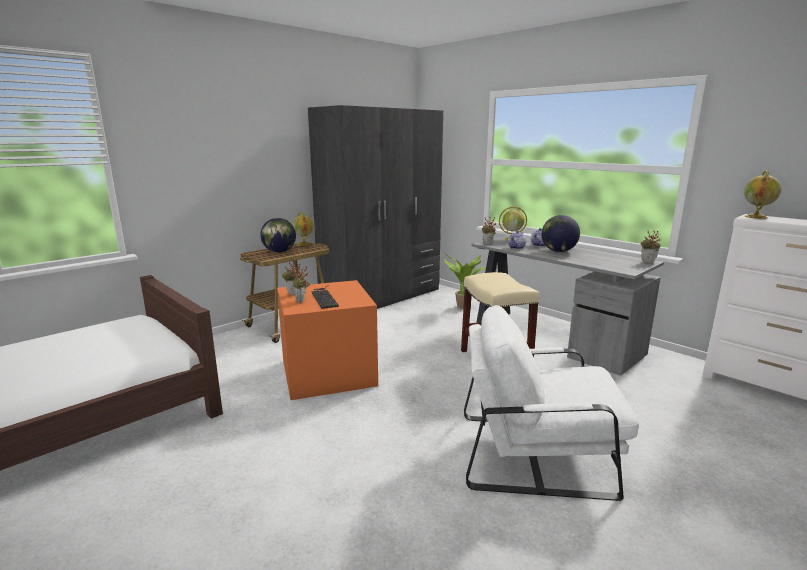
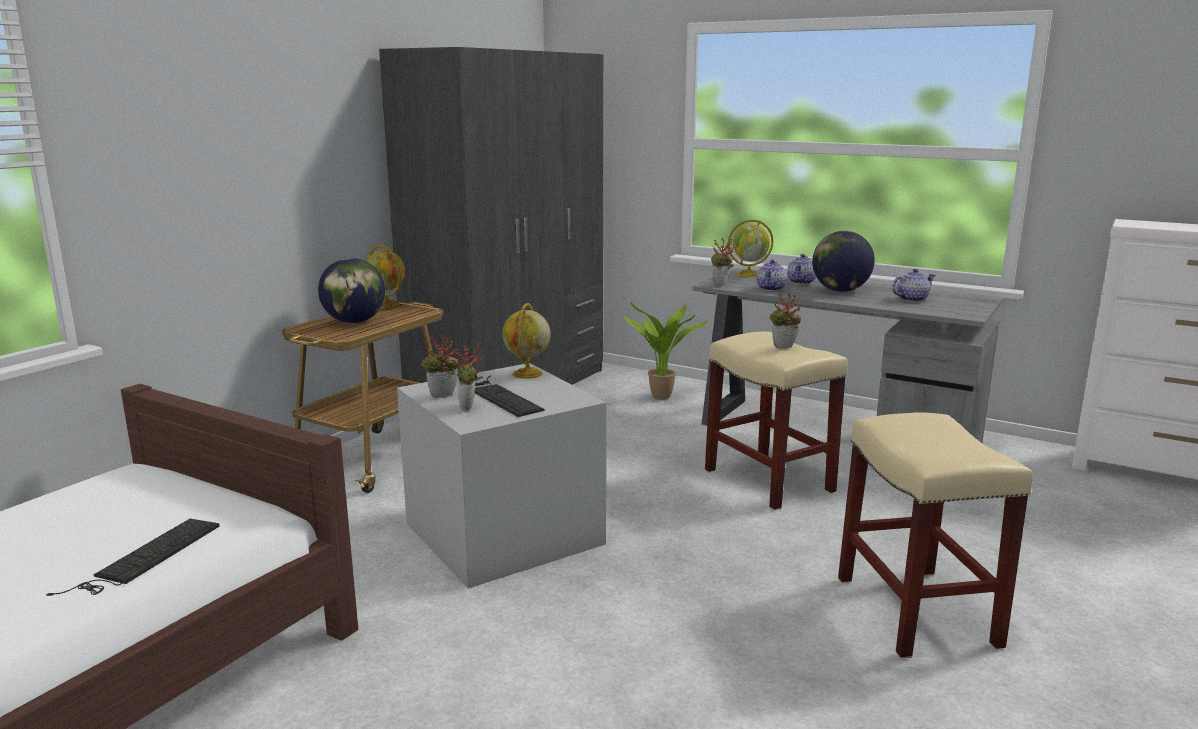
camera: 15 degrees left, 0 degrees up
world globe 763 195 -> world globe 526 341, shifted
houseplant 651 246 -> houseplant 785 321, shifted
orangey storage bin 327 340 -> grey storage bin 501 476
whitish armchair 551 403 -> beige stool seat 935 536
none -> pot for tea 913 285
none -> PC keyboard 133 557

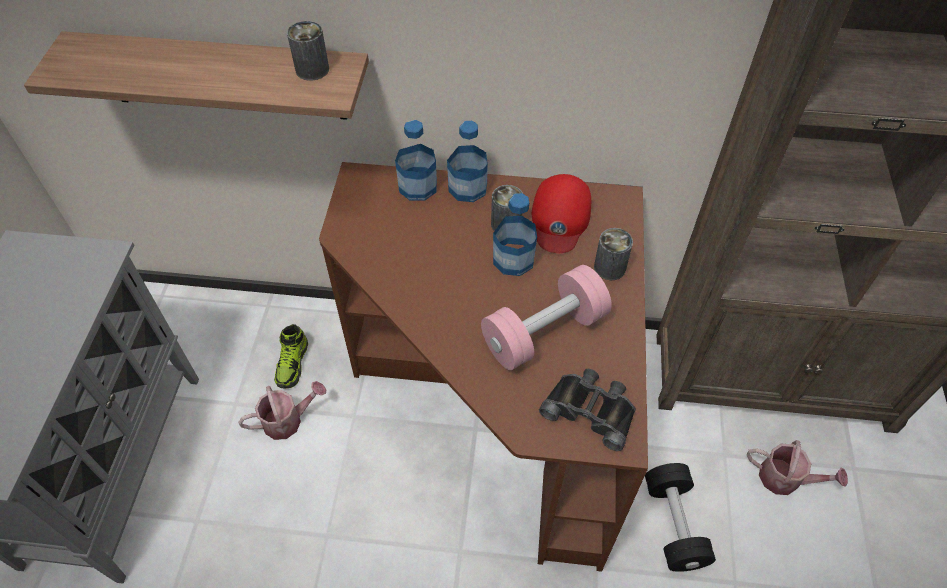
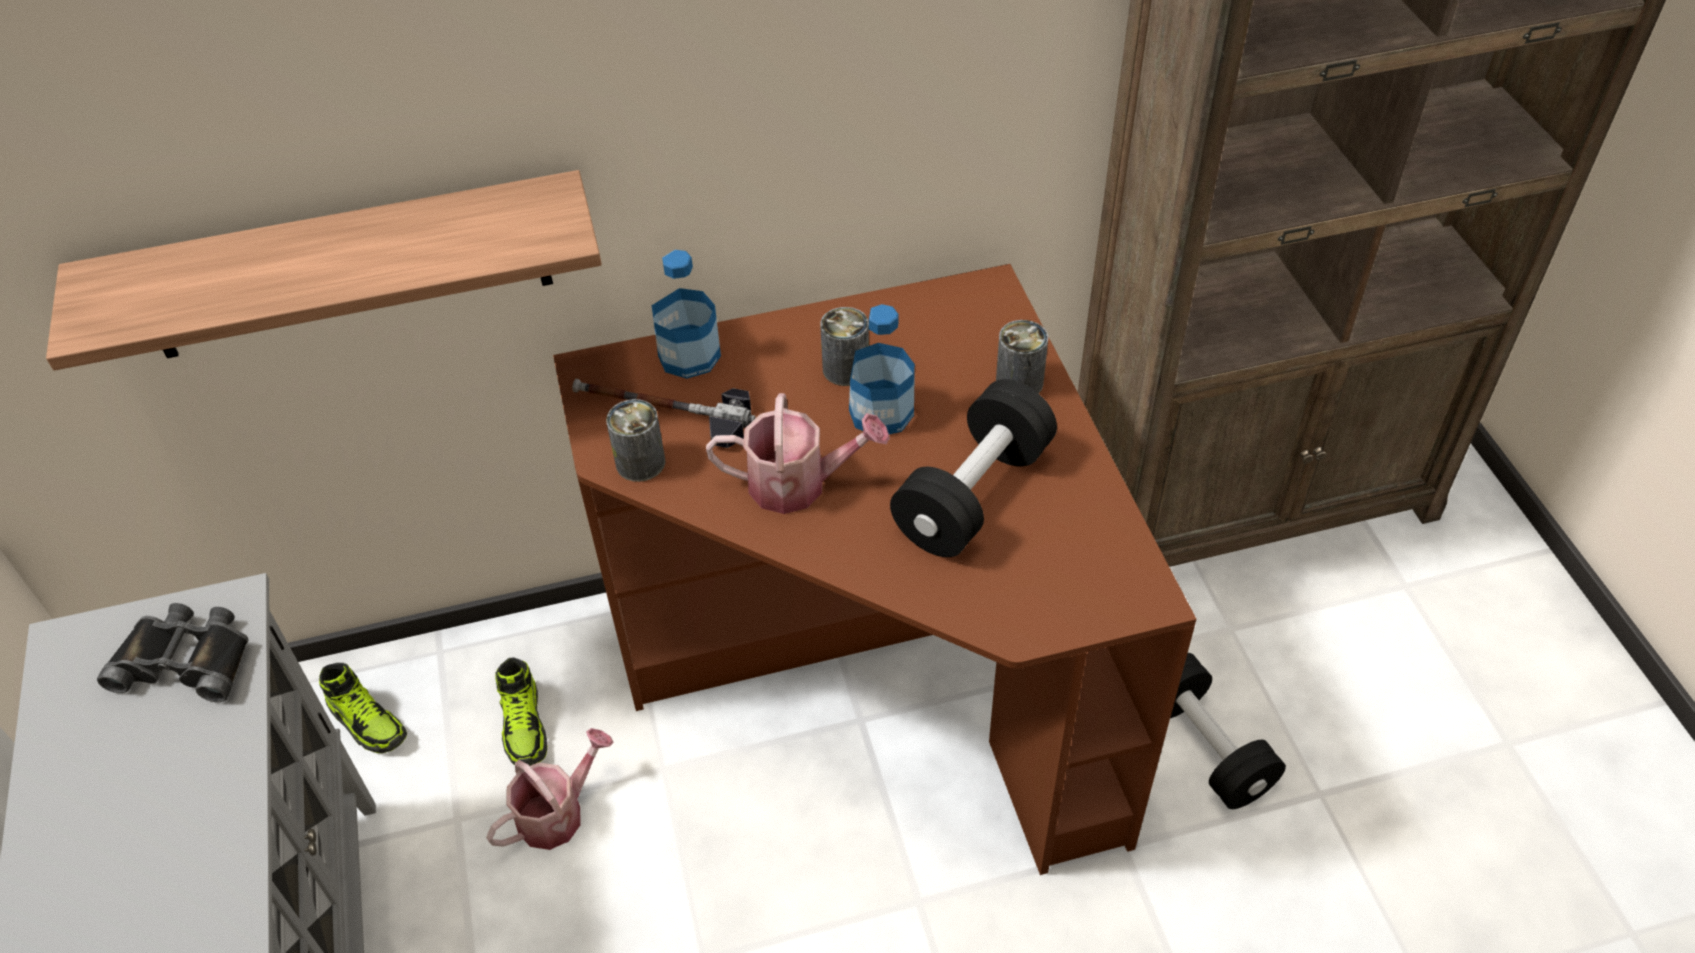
camera: 20 degrees left, 5 degrees down
can 308 51 -> can 635 440, shifted
beverage bottle 467 161 -> none
red baseball cap 561 213 -> none
pinkish hand weight 546 317 -> black-coloured hand weight 973 468
black-coloured pair of binoculars 587 410 -> black-coloured pair of binoculars 173 653, shifted
watering can 797 467 -> watering can 798 453, shifted
none -> hammer 664 413
none -> shoe 363 708

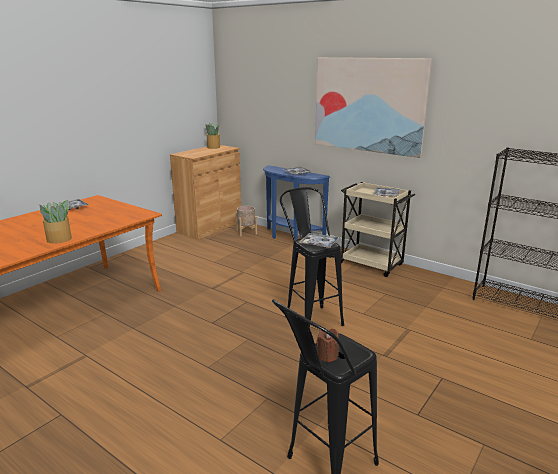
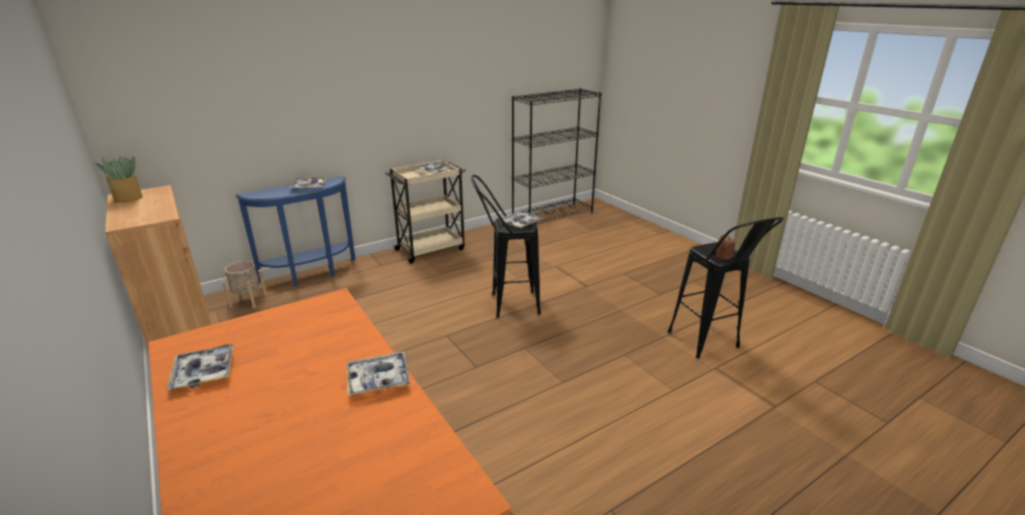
camera: 70 degrees left, 5 degrees up
picture 373 107 -> none
houseplant 55 221 -> serving tray 378 374

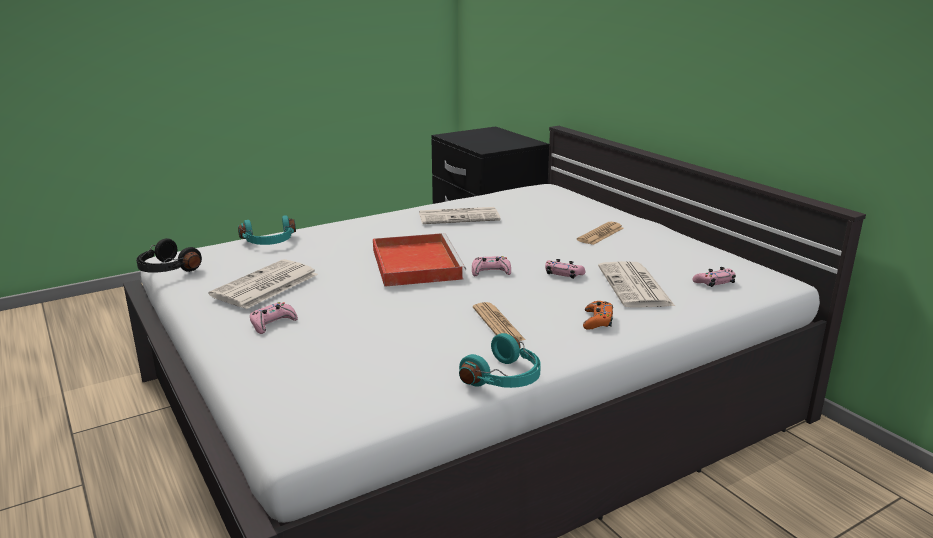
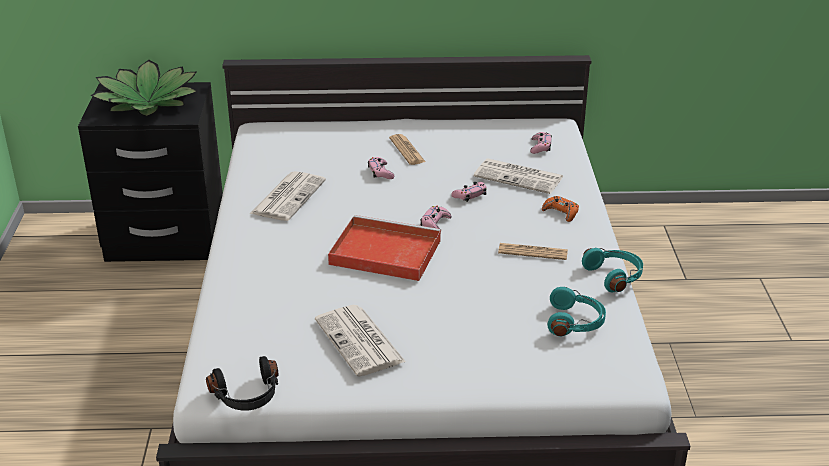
camera: 60 degrees left, 10 degrees up
blue-green headset 267 230 -> blue-green headset 576 311, shifted
pinkish gamepad 274 318 -> pinkish gamepad 381 168, shifted
none -> houseplant 143 88

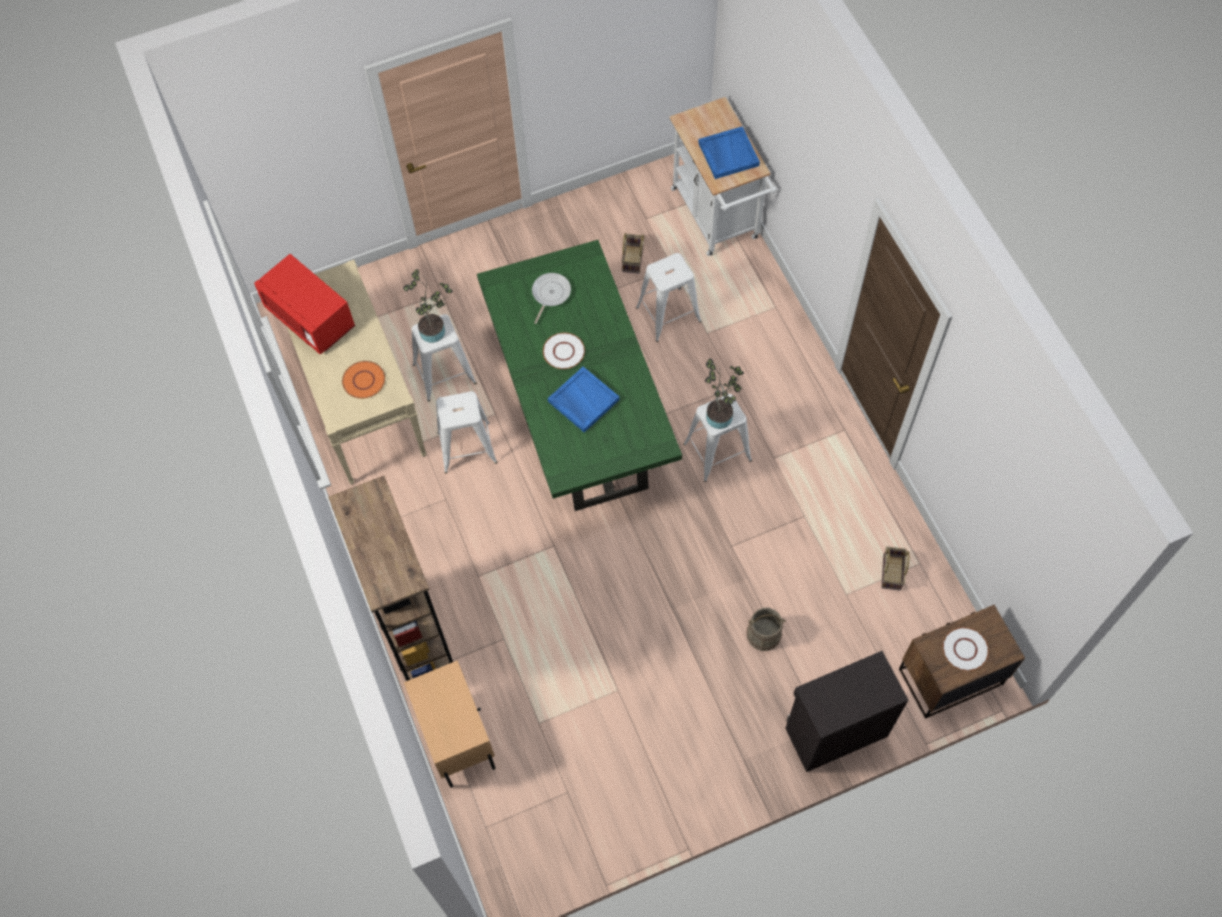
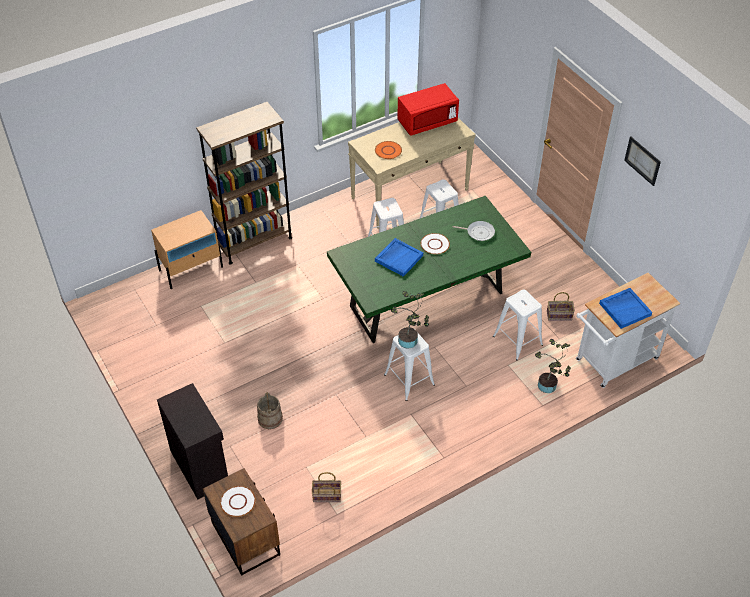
camera: 80 degrees right, 15 degrees down
red kitchen microwave 304 304 -> red kitchen microwave 428 109, 150 degrees counterclockwise
houseplant 428 306 -> houseplant 553 366, shifted
none -> picture 642 161

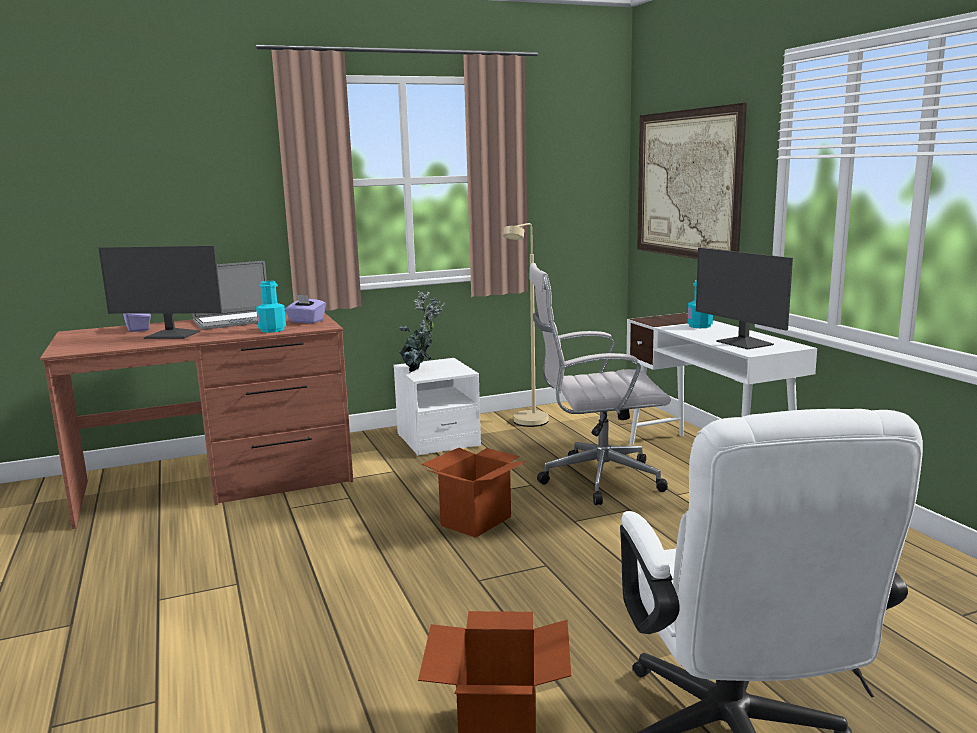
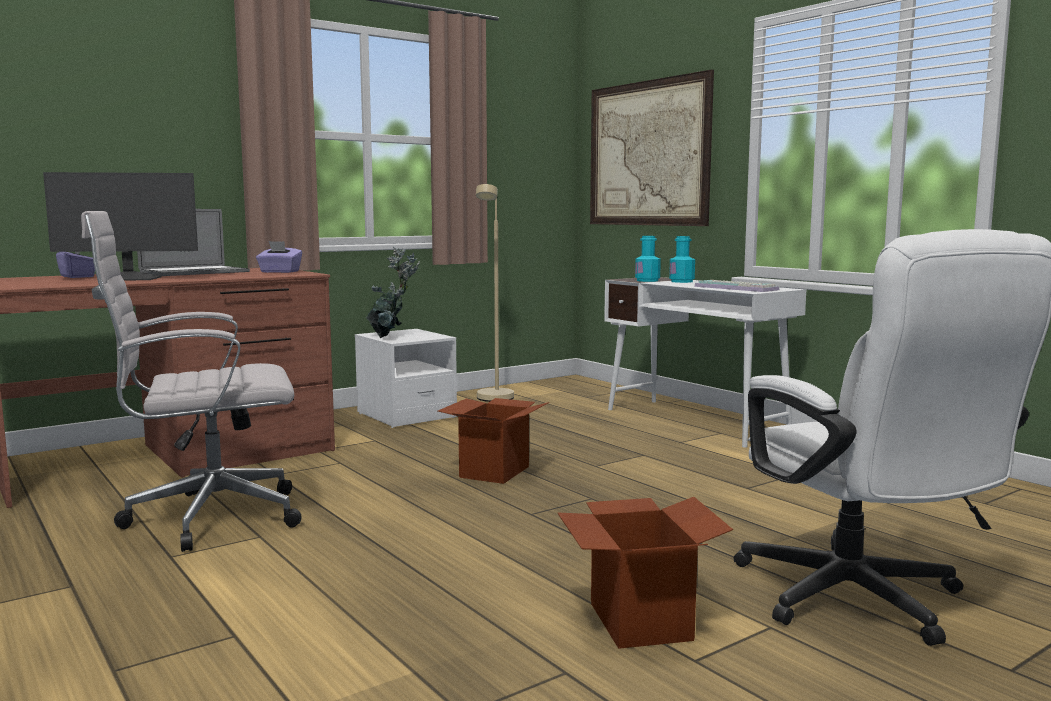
camera: 15 degrees left, 5 degrees down
computer display 744 298 -> PC keyboard 736 286
whitish office chair 600 384 -> whitish office chair 191 381, shifted
blue-green beverage bottle 271 307 -> blue-green beverage bottle 648 259, shifted

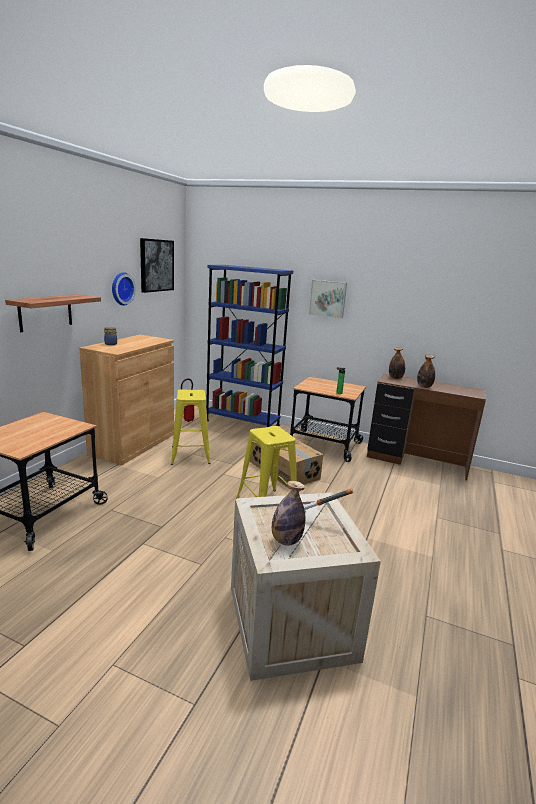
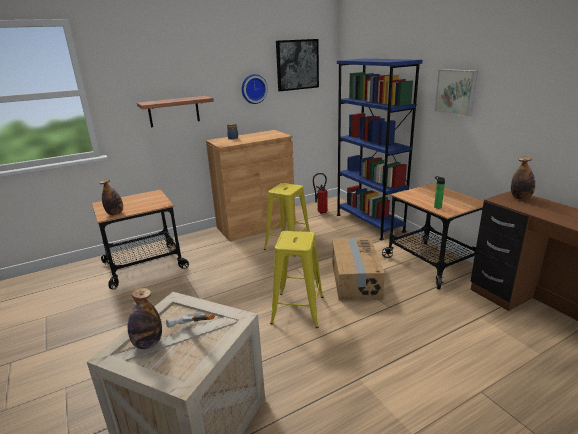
camera: 40 degrees right, 5 degrees up
beverage bottle 426 371 -> beverage bottle 111 197, shifted

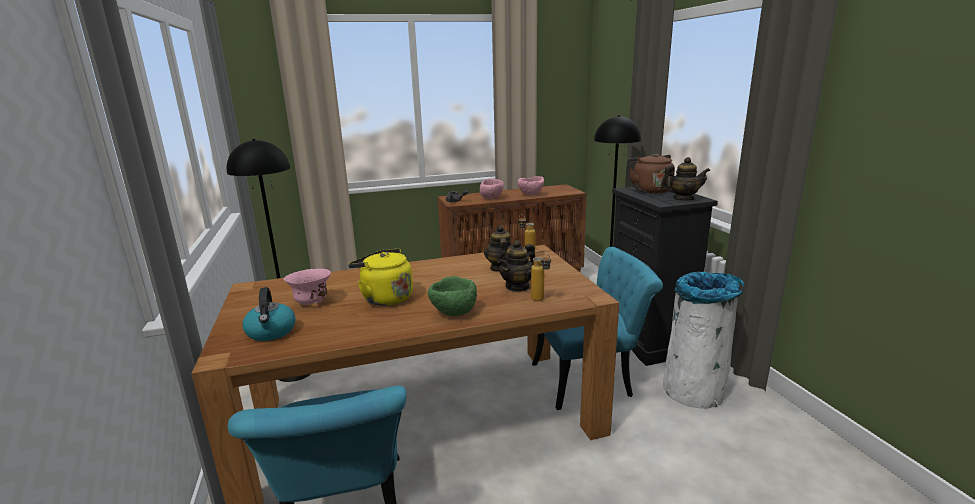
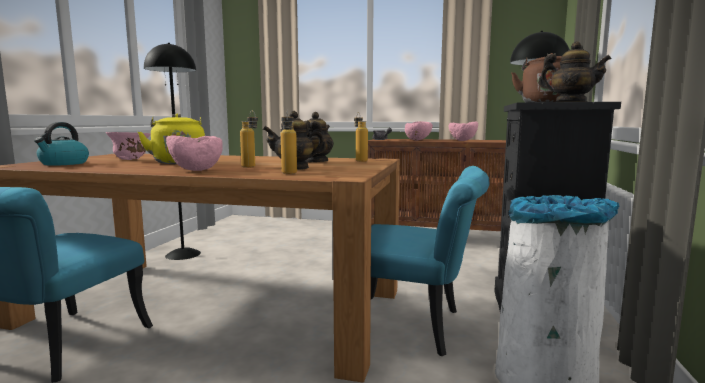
camera: 30 degrees right, 10 degrees down
greenish serving bowl 452 296 -> pinkish serving bowl 194 153
none -> beverage bottle 249 139

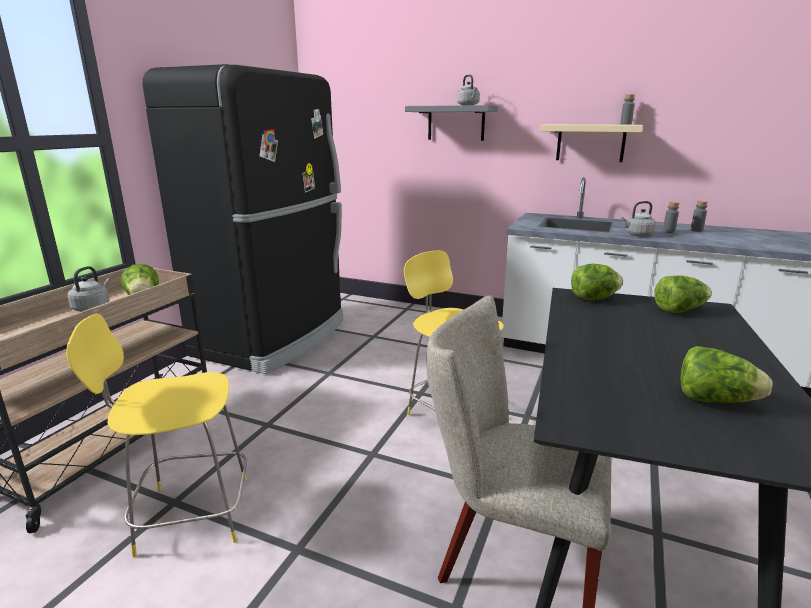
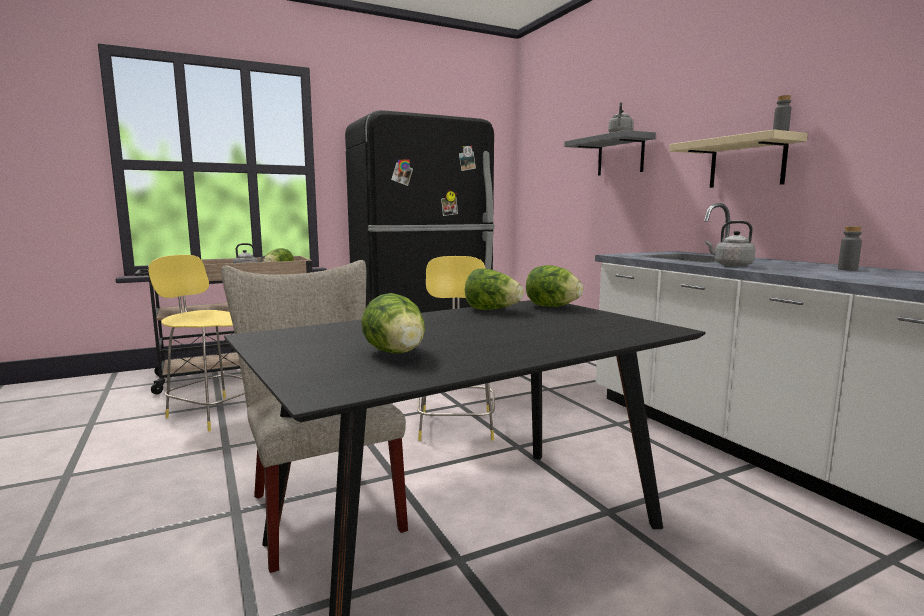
camera: 40 degrees right, 10 degrees down
grey beverage bottle 671 217 -> none
lettuce head 683 294 -> lettuce head 494 289, shifted

